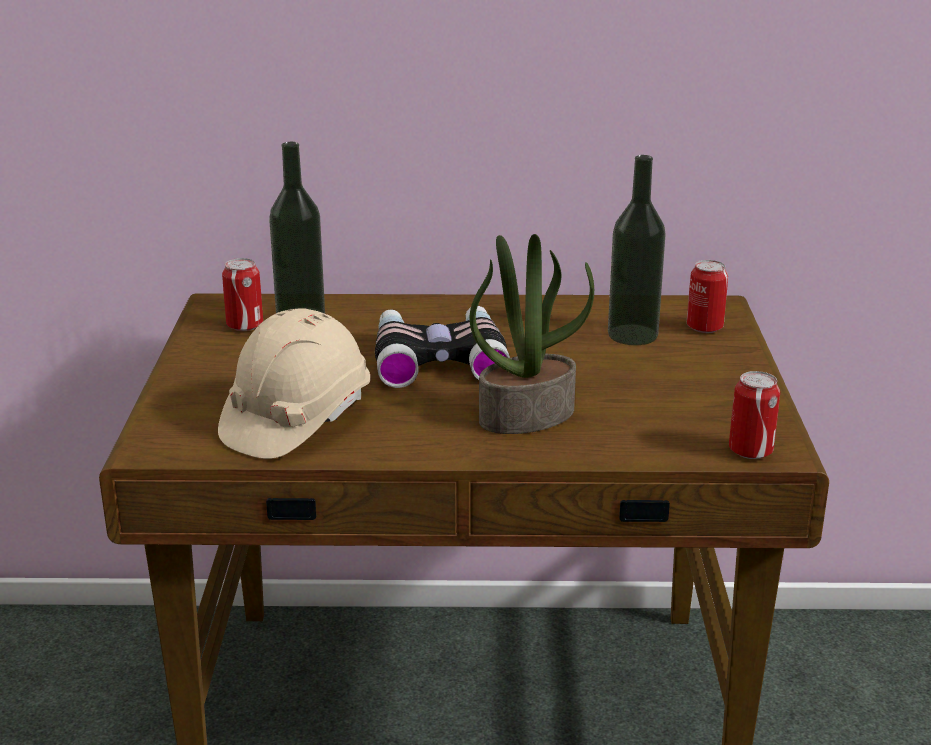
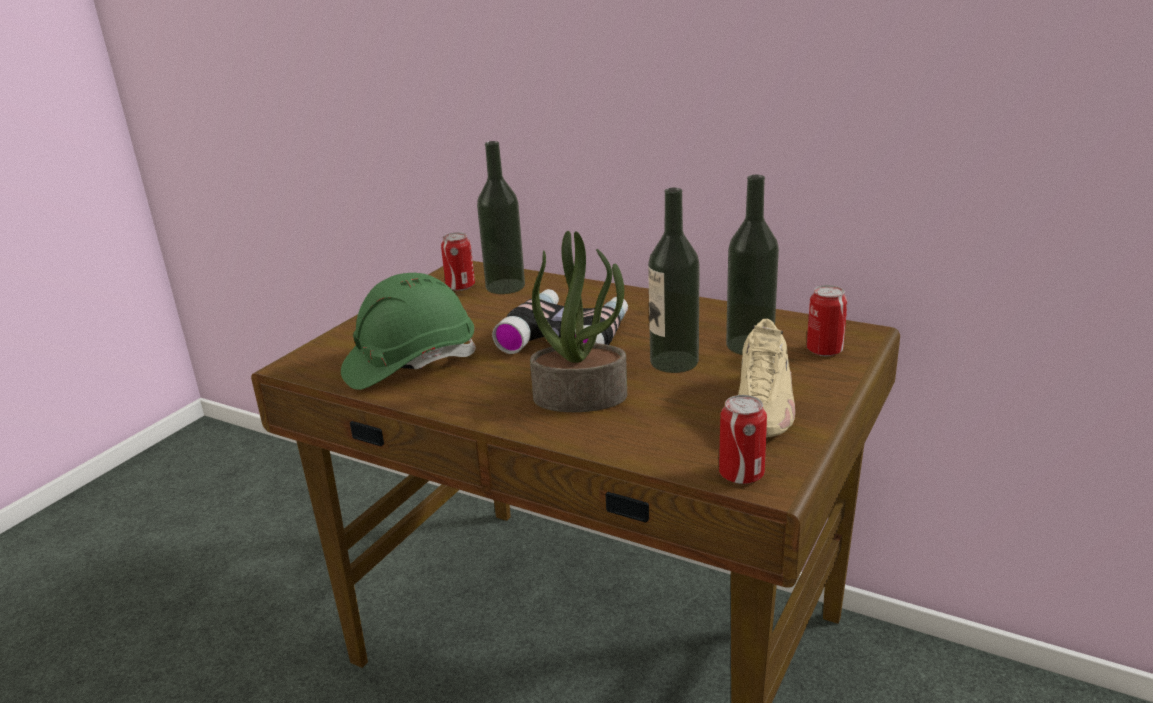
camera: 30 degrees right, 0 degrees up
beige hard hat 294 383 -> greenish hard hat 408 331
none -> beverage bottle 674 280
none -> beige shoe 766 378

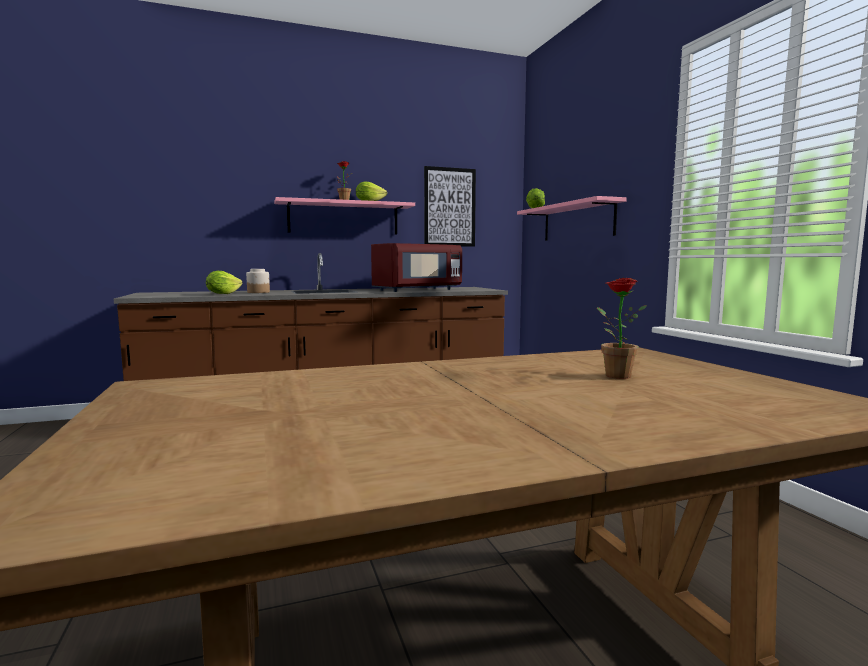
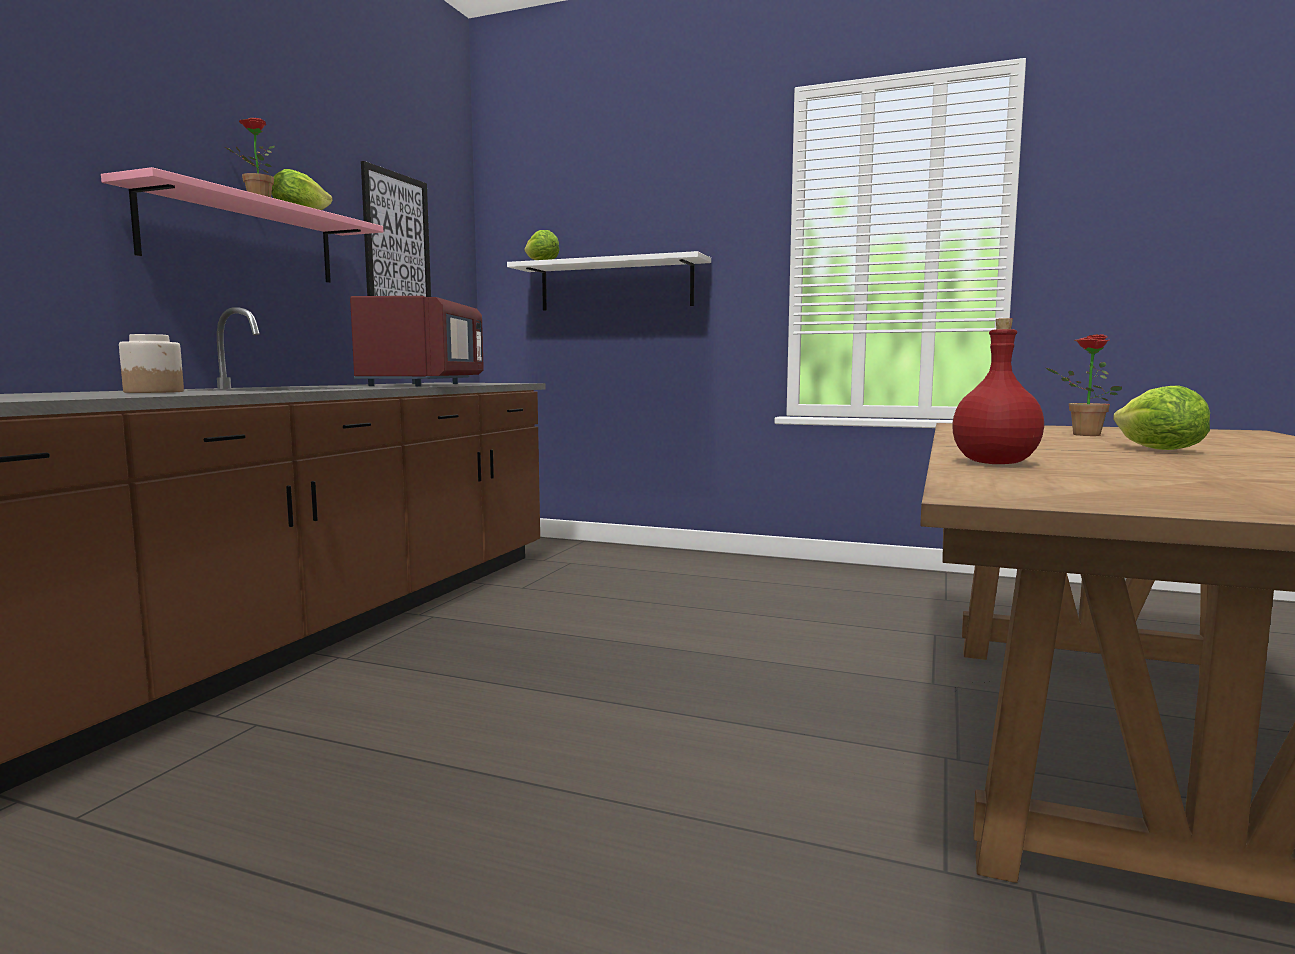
camera: 50 degrees left, 0 degrees up
pinkish bracket shelf 572 218 -> whitish bracket shelf 609 281
lettuce head 224 282 -> lettuce head 1161 417, shifted
none -> red beverage bottle 998 391

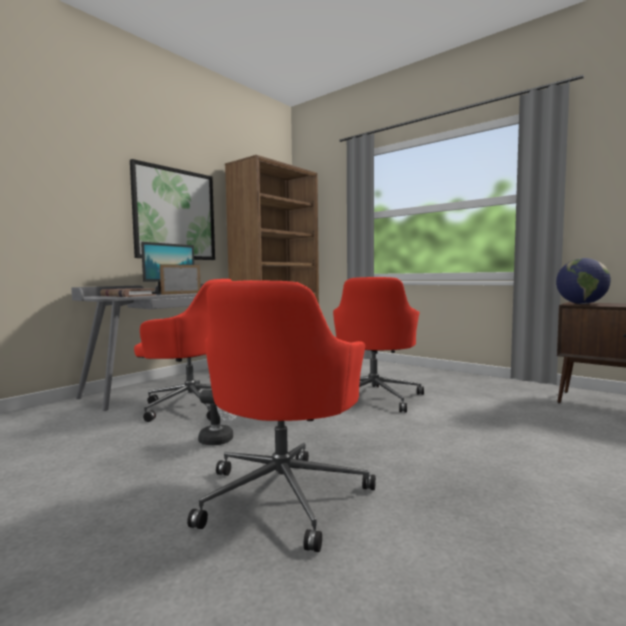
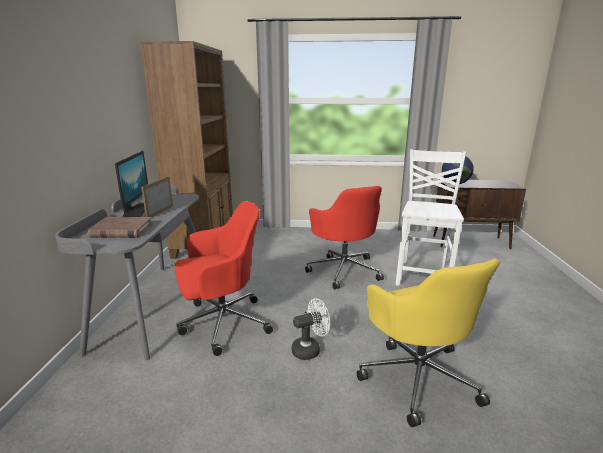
camera: 35 degrees left, 15 degrees up
picture 172 209 -> none
red office chair 281 416 -> yellow-coloured office chair 428 342
none -> whitish plain chair 431 217

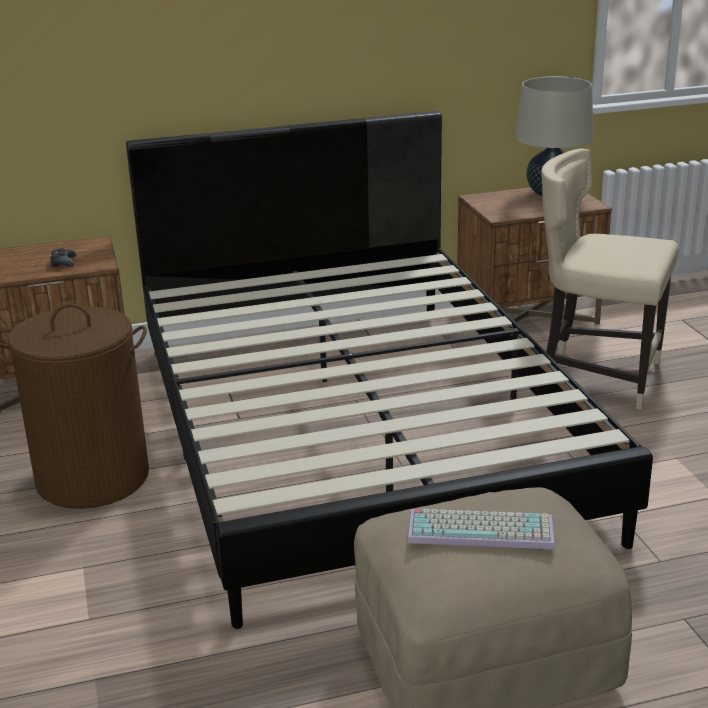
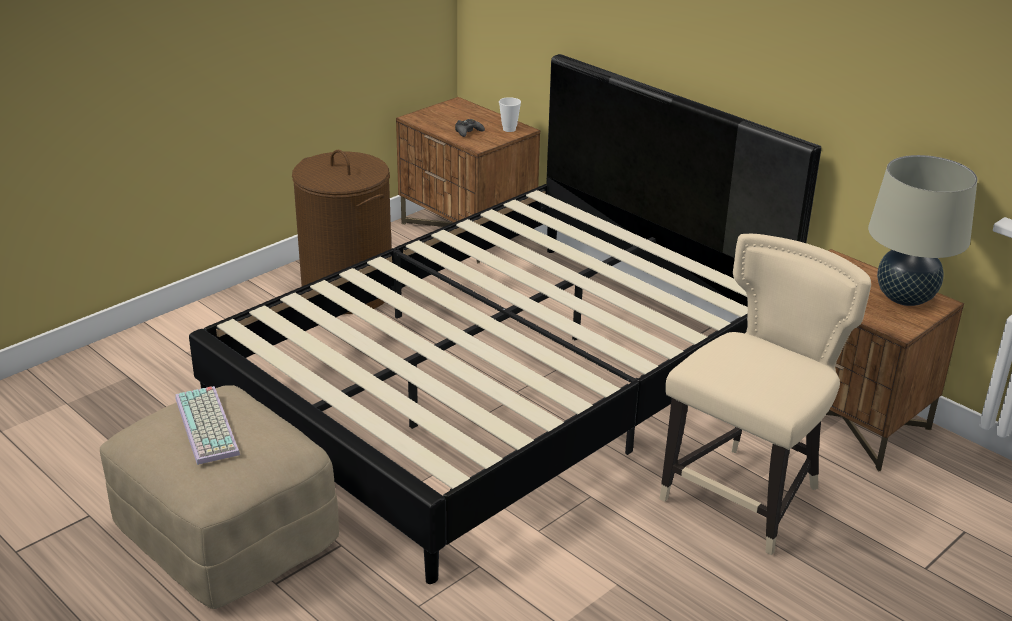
camera: 60 degrees right, 5 degrees up
beige plain chair 610 279 -> beige plain chair 765 394, 45 degrees clockwise
none -> cup 510 114

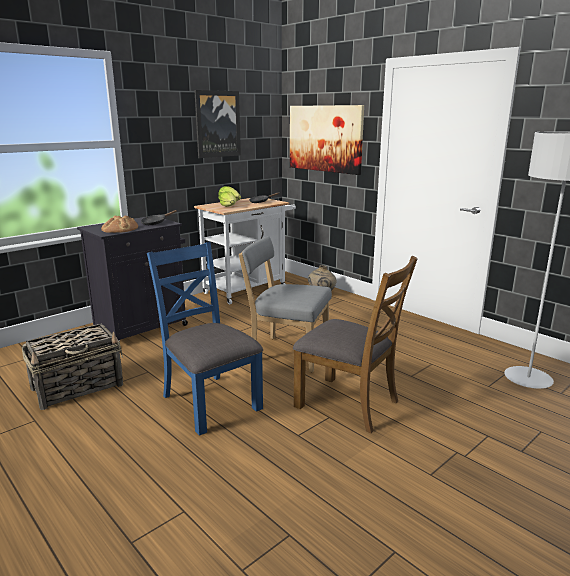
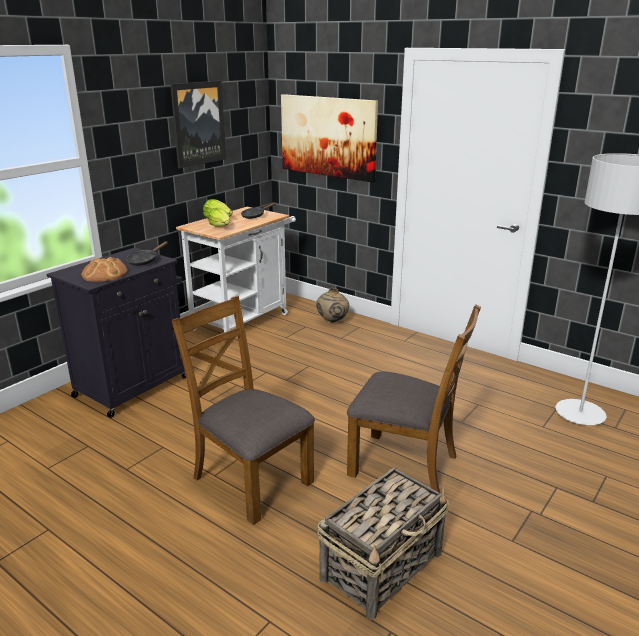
camera: 10 degrees left, 5 degrees up
grey plain chair 285 304 -> none
blue-coloured plain chair 205 339 -> brown plain chair 243 410
household basket 72 367 -> household basket 383 543, shifted

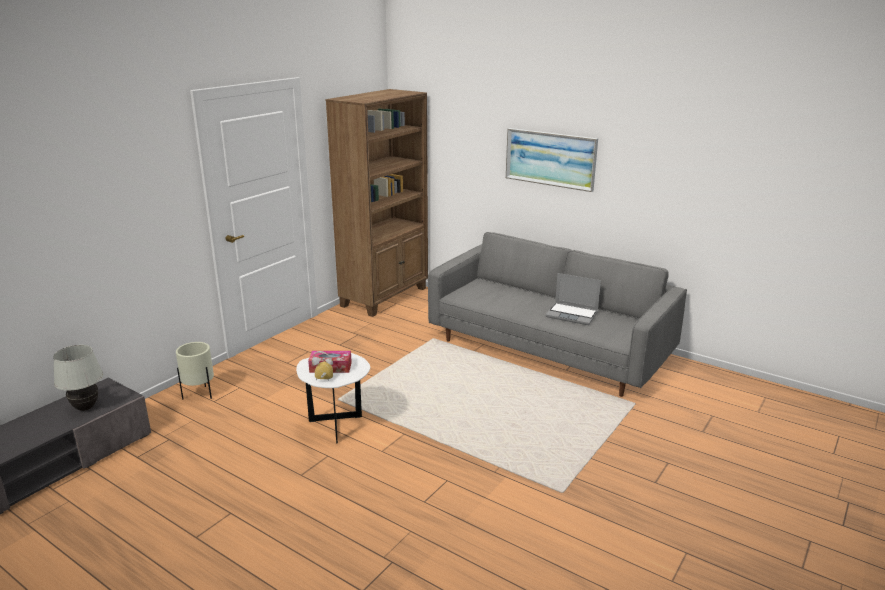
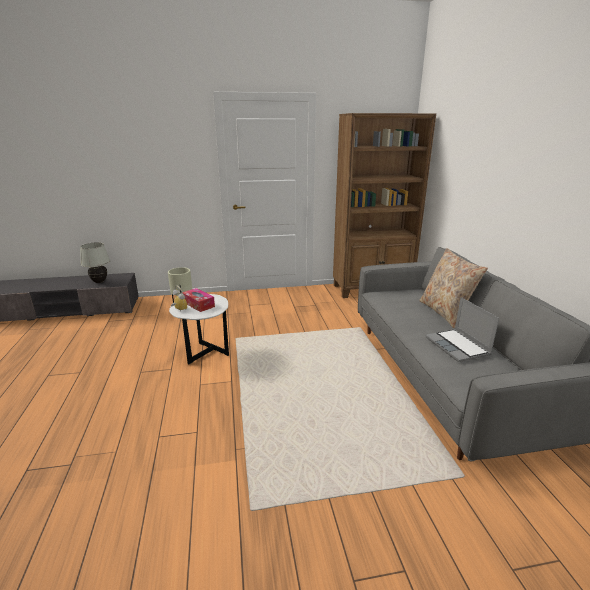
camera: 45 degrees right, 0 degrees up
picture 552 160 -> none
none -> beige pillow 453 288

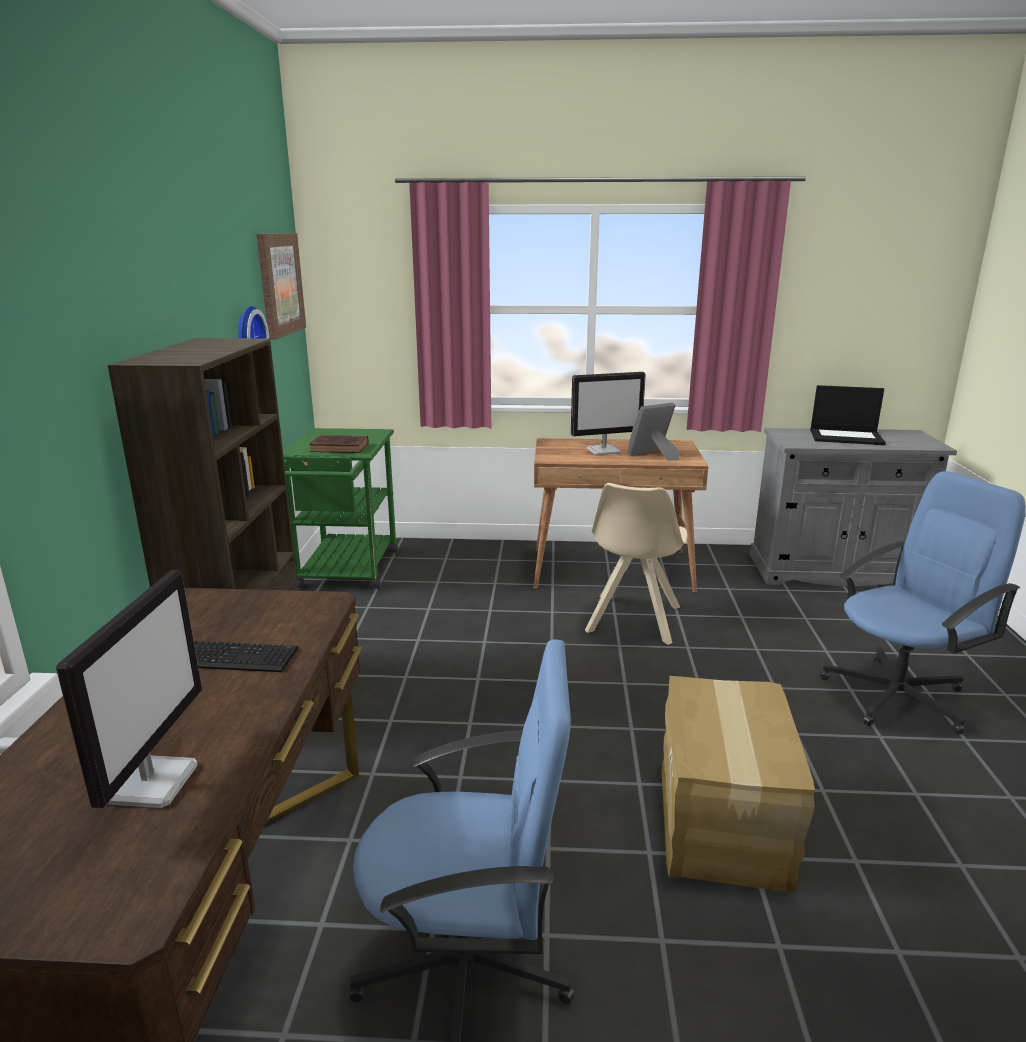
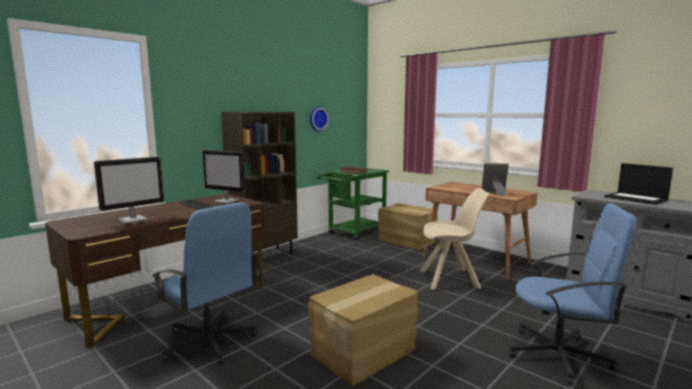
camera: 40 degrees right, 10 degrees down
picture 281 286 -> none
computer display 608 413 -> computer display 223 177, shifted
beige plain chair 636 564 -> beige plain chair 455 239, 150 degrees counterclockwise
none -> cardboard box 407 226

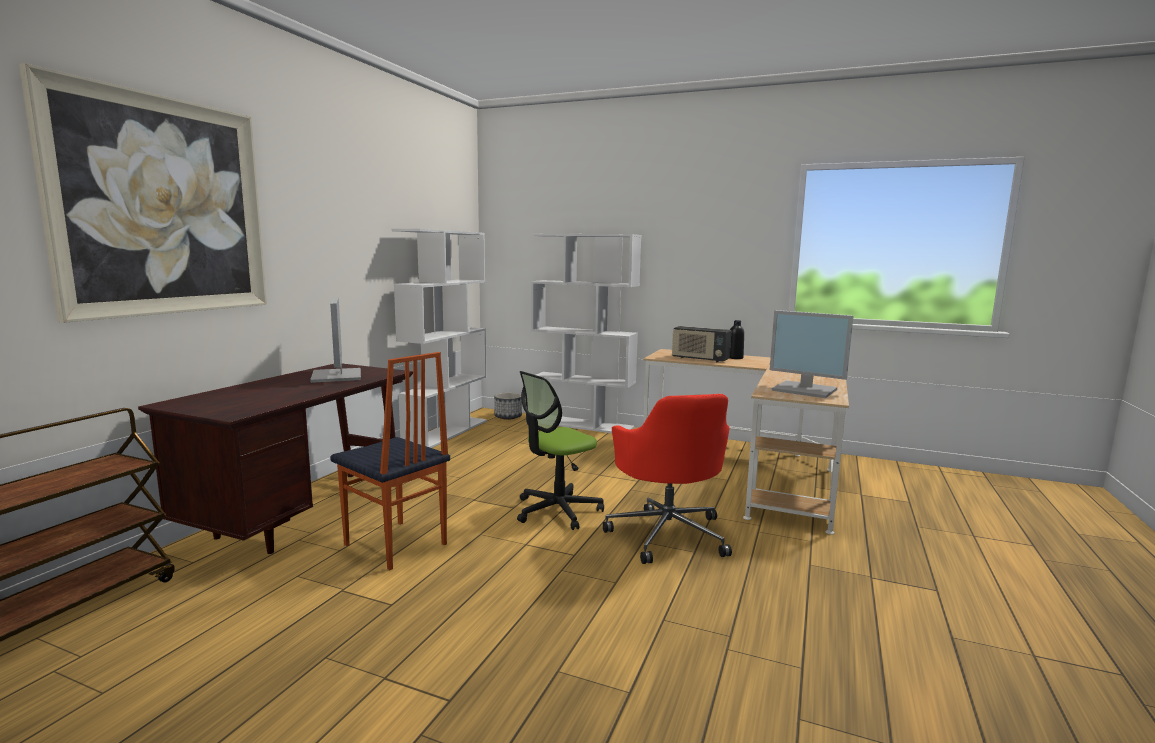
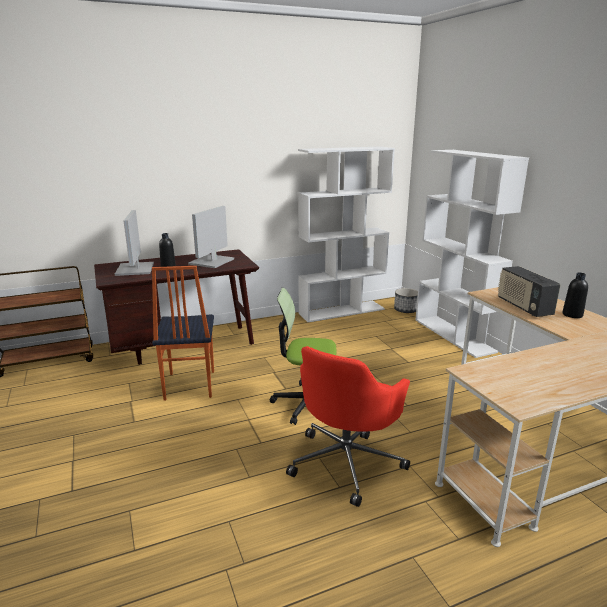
camera: 45 degrees right, 10 degrees up
picture 143 193 -> none
computer display 812 354 -> computer display 134 243, shifted
none -> black-coloured beverage bottle 167 250

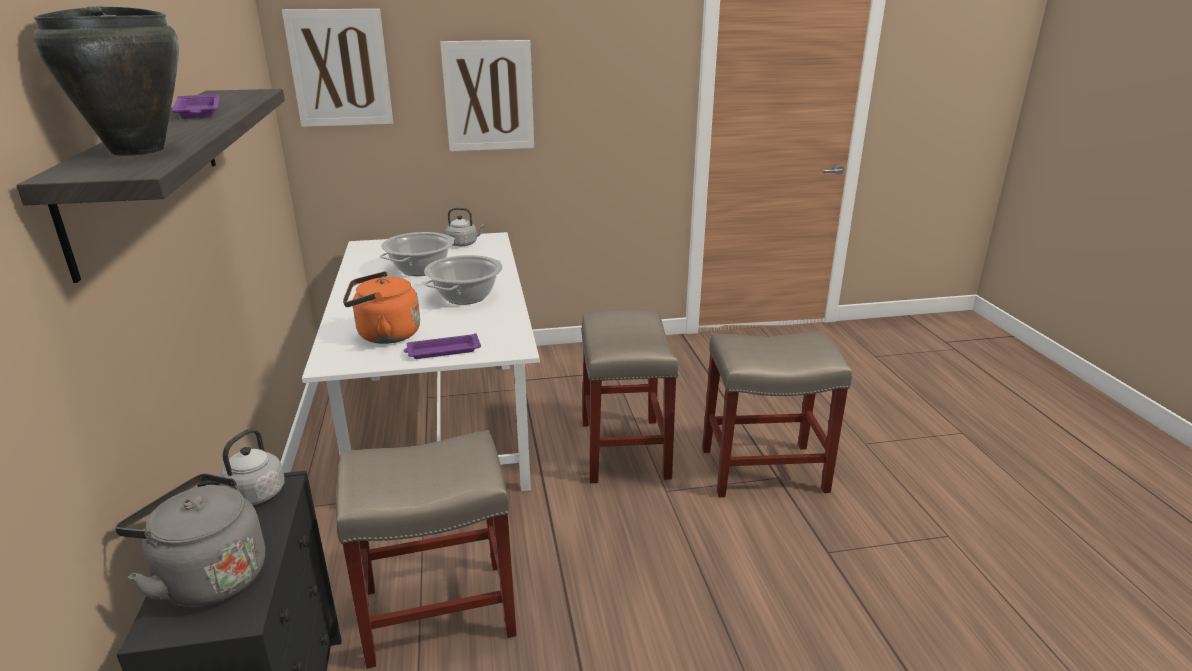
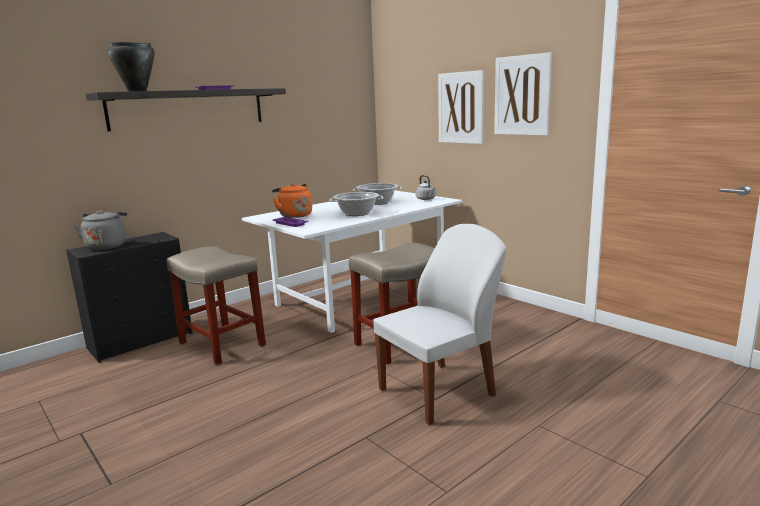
camera: 60 degrees right, 10 degrees down
picture 337 68 -> picture 523 94, shifted
beige stool seat 777 414 -> whitish plain chair 440 324
grey tea kettle 245 466 -> none

